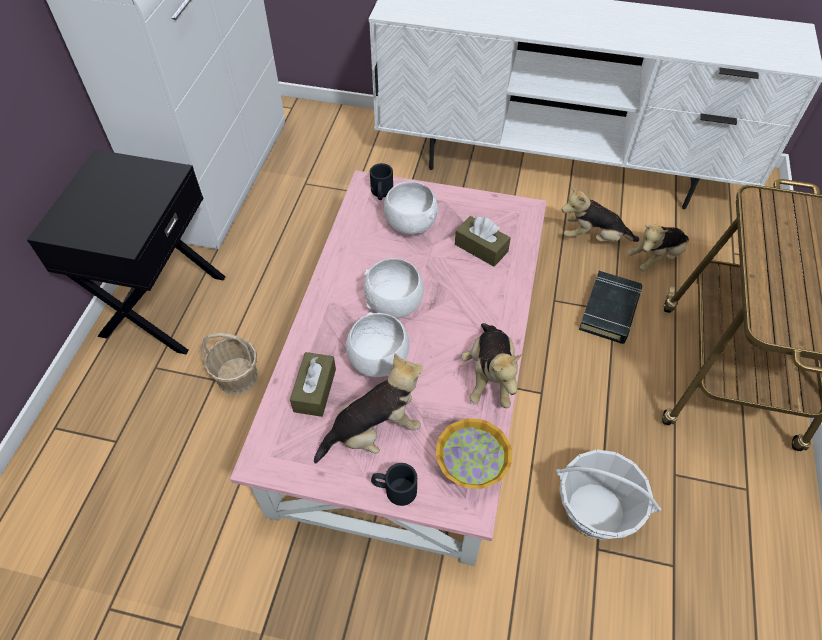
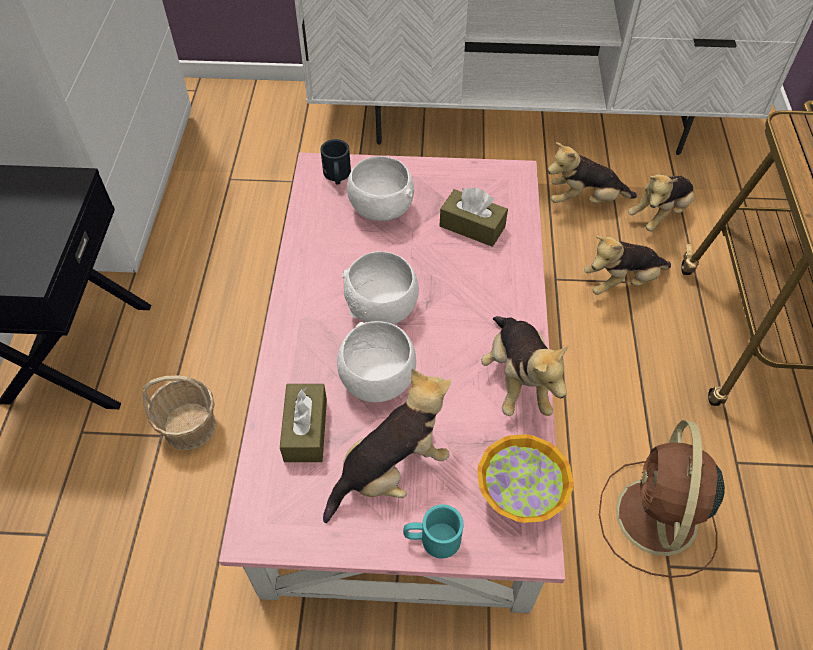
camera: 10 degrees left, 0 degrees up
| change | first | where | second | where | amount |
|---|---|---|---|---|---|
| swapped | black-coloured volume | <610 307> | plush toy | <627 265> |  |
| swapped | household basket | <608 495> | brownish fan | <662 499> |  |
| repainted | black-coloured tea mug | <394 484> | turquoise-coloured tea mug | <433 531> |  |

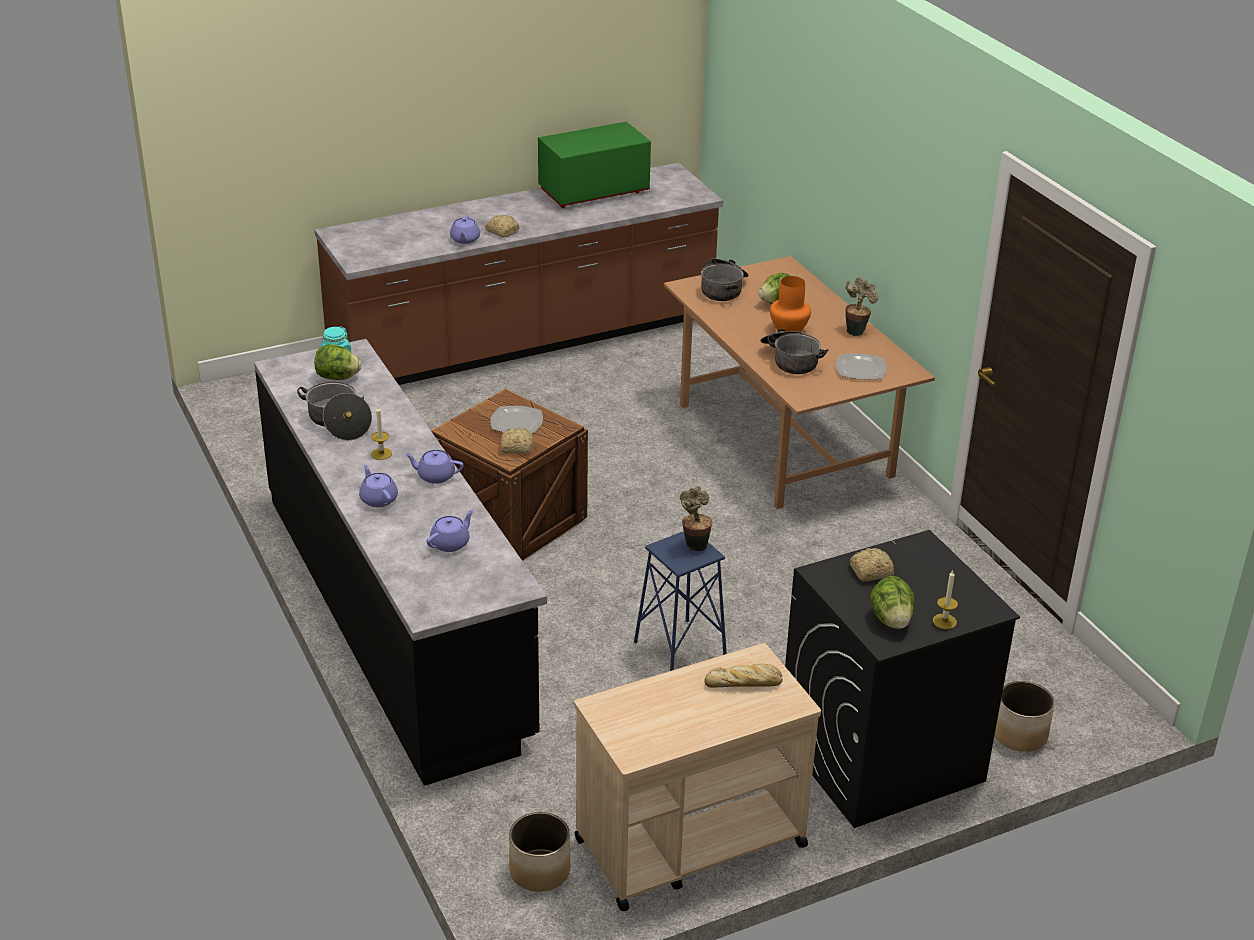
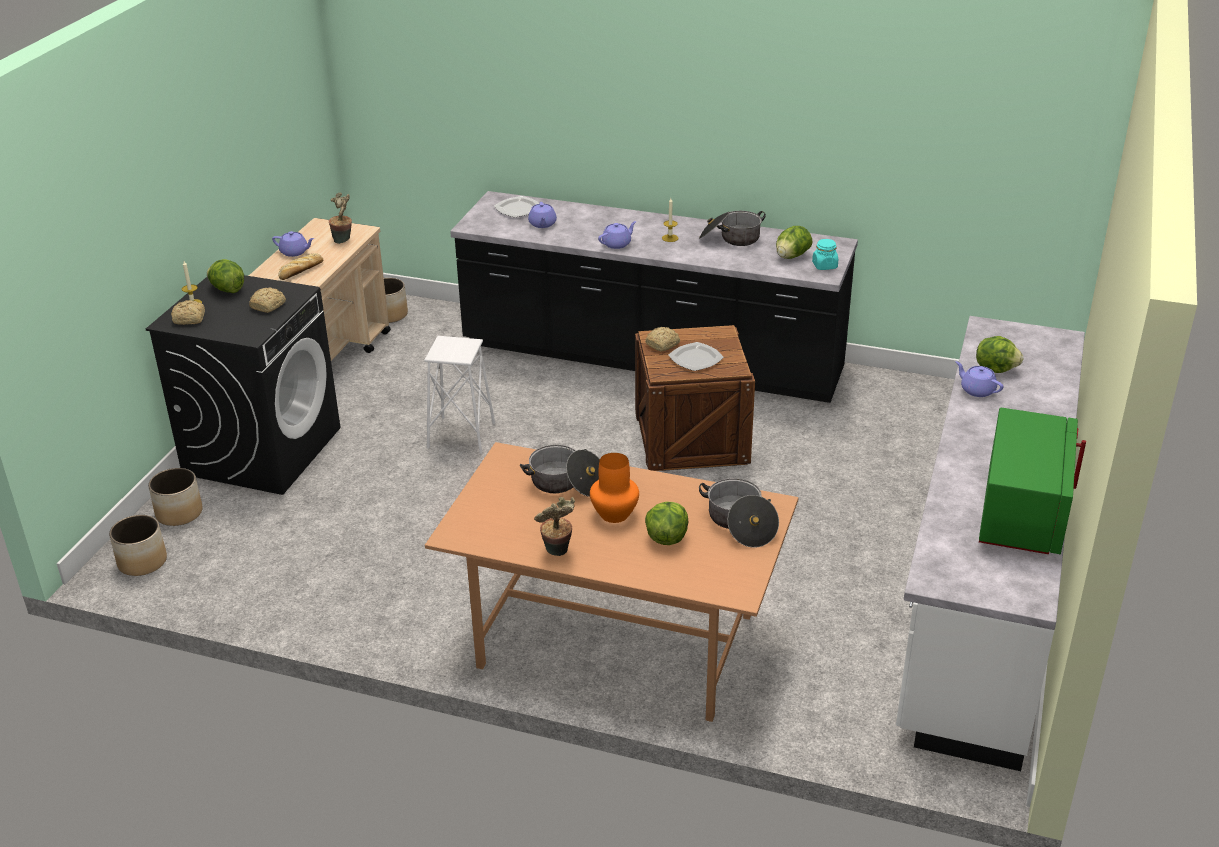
camera: 135 degrees right, 0 degrees up
| change | first | where | second | where | amount |
|---|---|---|---|---|---|
| repainted | brownish counter | <519 274> | white-coloured counter | <990 543> |  |
| shifted | bread | <502 226> |  | <188 312> |  |
| shifted | dinner plate | <861 366> |  | <517 207> |  |
| shifted | purplish teapot | <378 485> |  | <293 244> |  |
| shifted | potted plant | <696 518> |  | <340 218> |  |
| repainted | blue-coloured sitting stool | <680 601> | white-coloured sitting stool | <459 395> |  |
| new |  |  | head of lettuce | <1000 354> |  |
| new |  |  | flower pot | <138 545> |  |

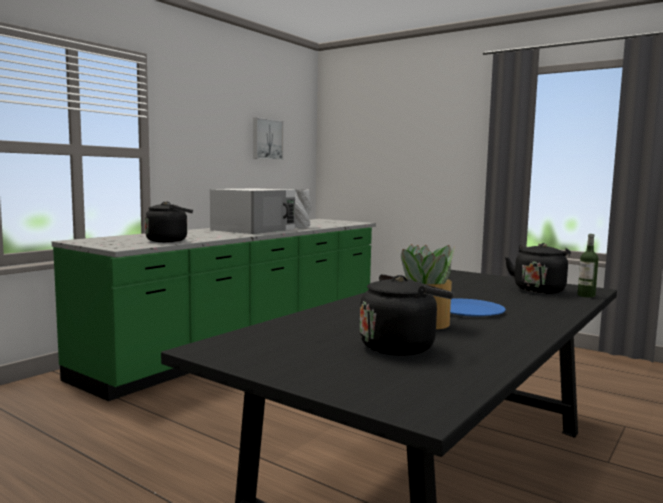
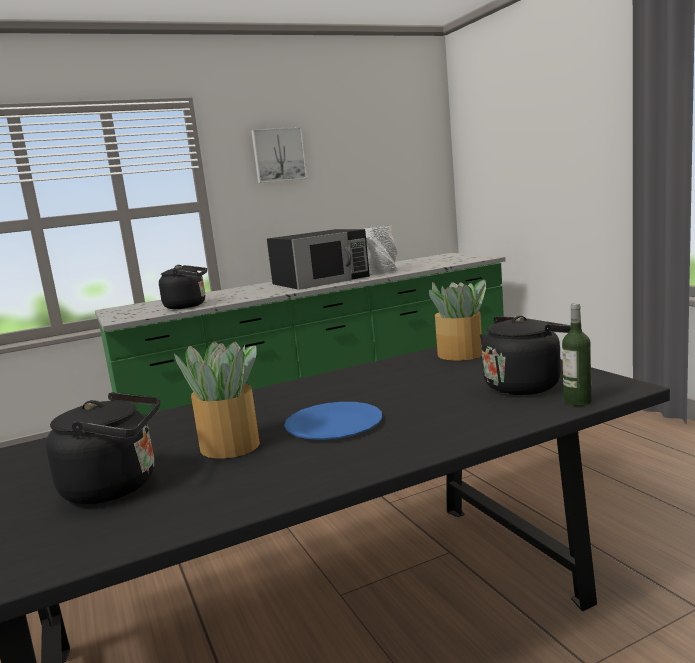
camera: 30 degrees right, 5 degrees up
| change | first | where | second | where | amount |
|---|---|---|---|---|---|
| shifted | wall art | <268 138> |  | <279 155> |  |
| repainted | white-coloured kitchen microwave | <252 211> | black-coloured kitchen microwave | <318 259> |  |
| new |  |  | potted plant | <457 320> |  |

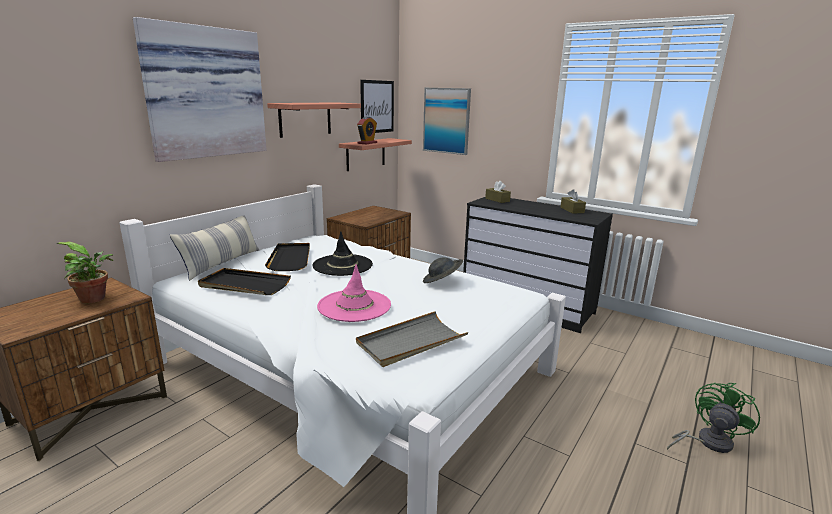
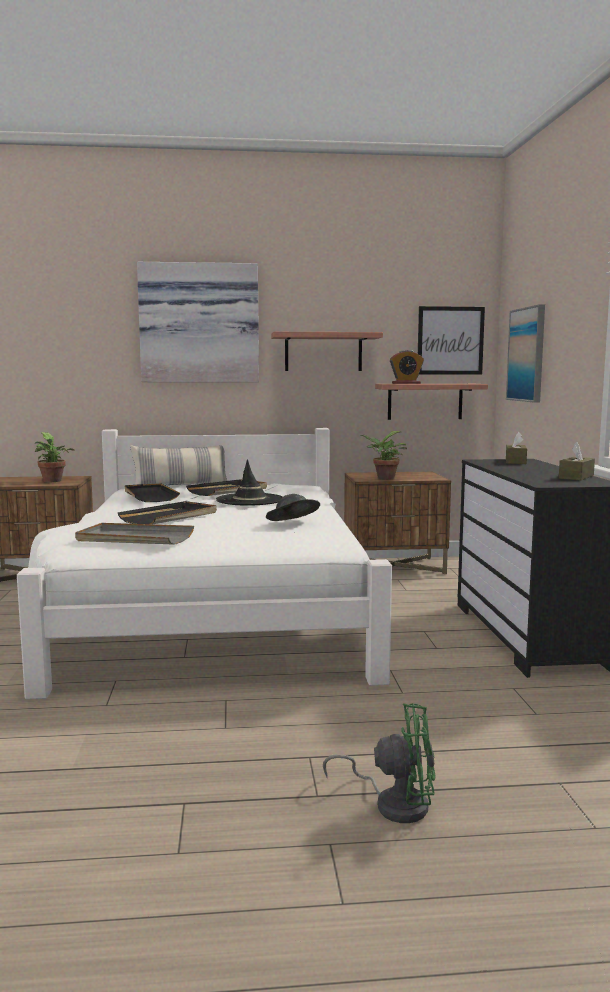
camera: 50 degrees right, 10 degrees down
| change | first | where | second | where | amount |
|---|---|---|---|---|---|
| swapped | pink-coloured hat | <354 293> | black-coloured serving tray | <167 512> |  |
| new |  |  | potted plant | <383 455> |  |

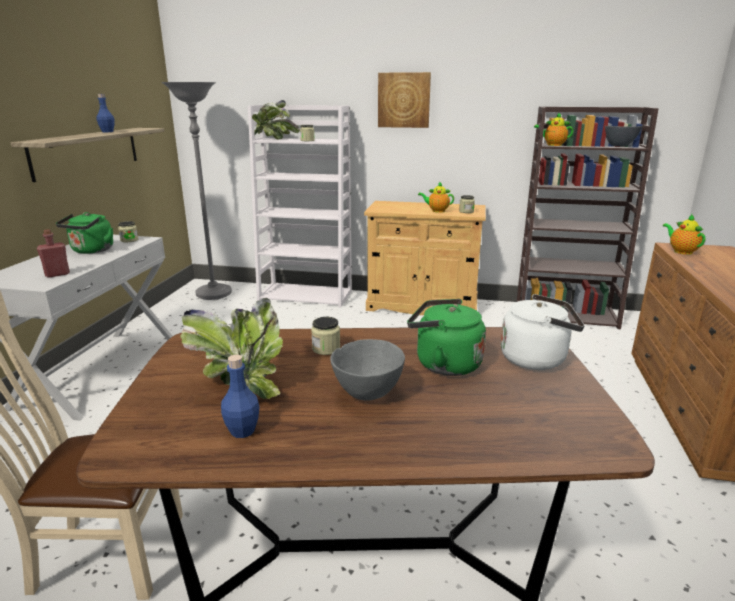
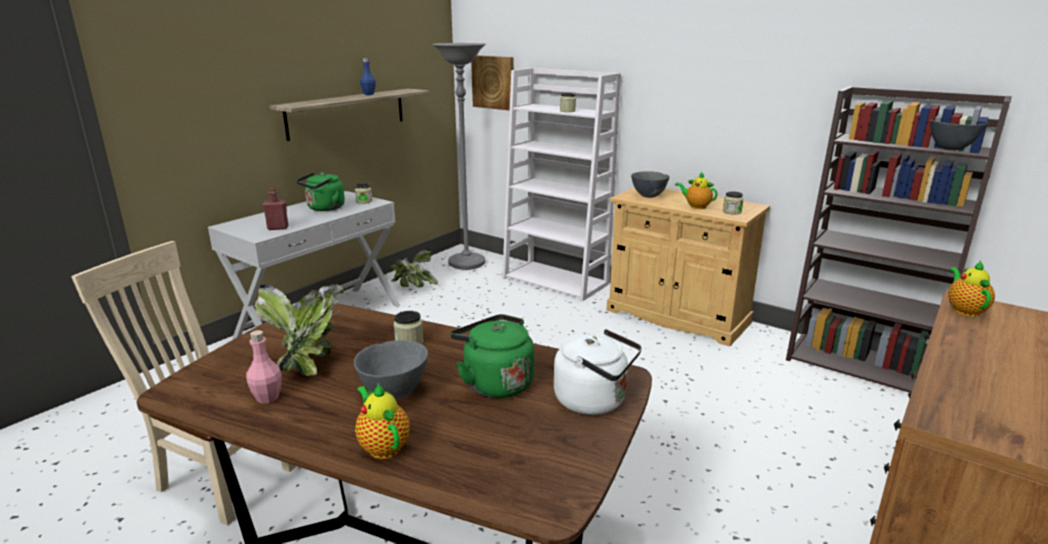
camera: 25 degrees right, 0 degrees up
| change | first | where | second | where | amount |
|---|---|---|---|---|---|
| shifted | wall art | <404 100> |  | <492 83> |  |
| shifted | potted plant | <276 120> |  | <414 268> |  |
| shifted | teapot | <553 129> |  | <382 421> |  |
| repainted | blue-coloured bottle | <240 396> | pink-coloured bottle | <264 367> |  |
| new |  |  | grey deep dish | <650 184> |  |

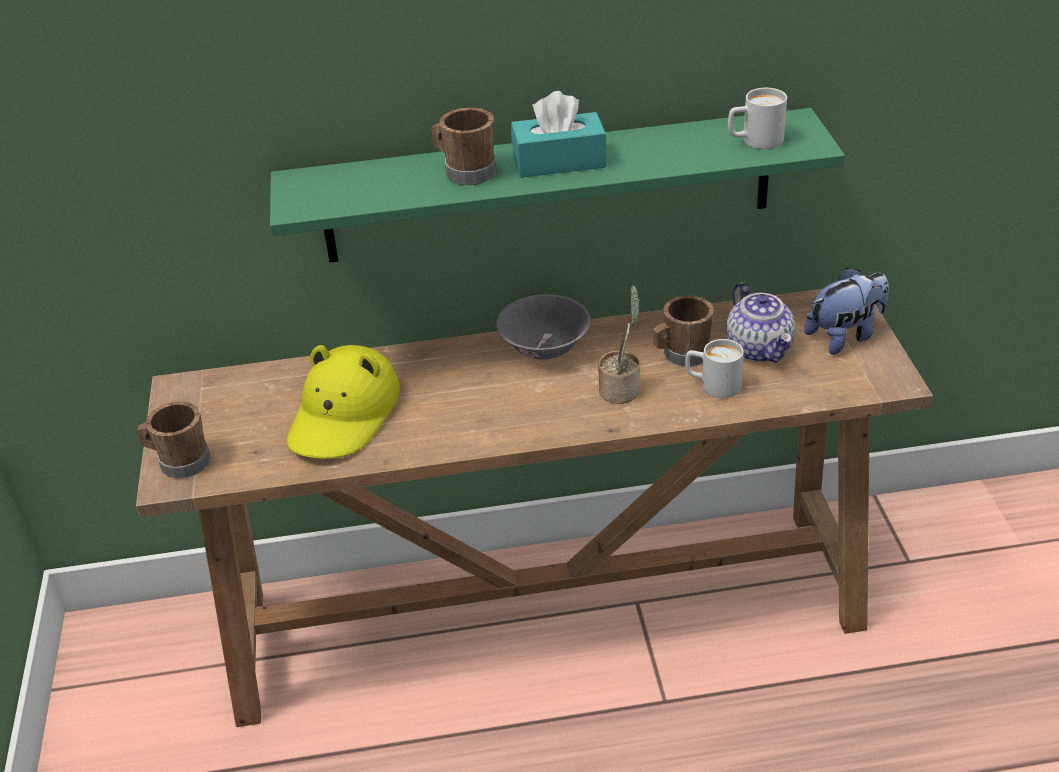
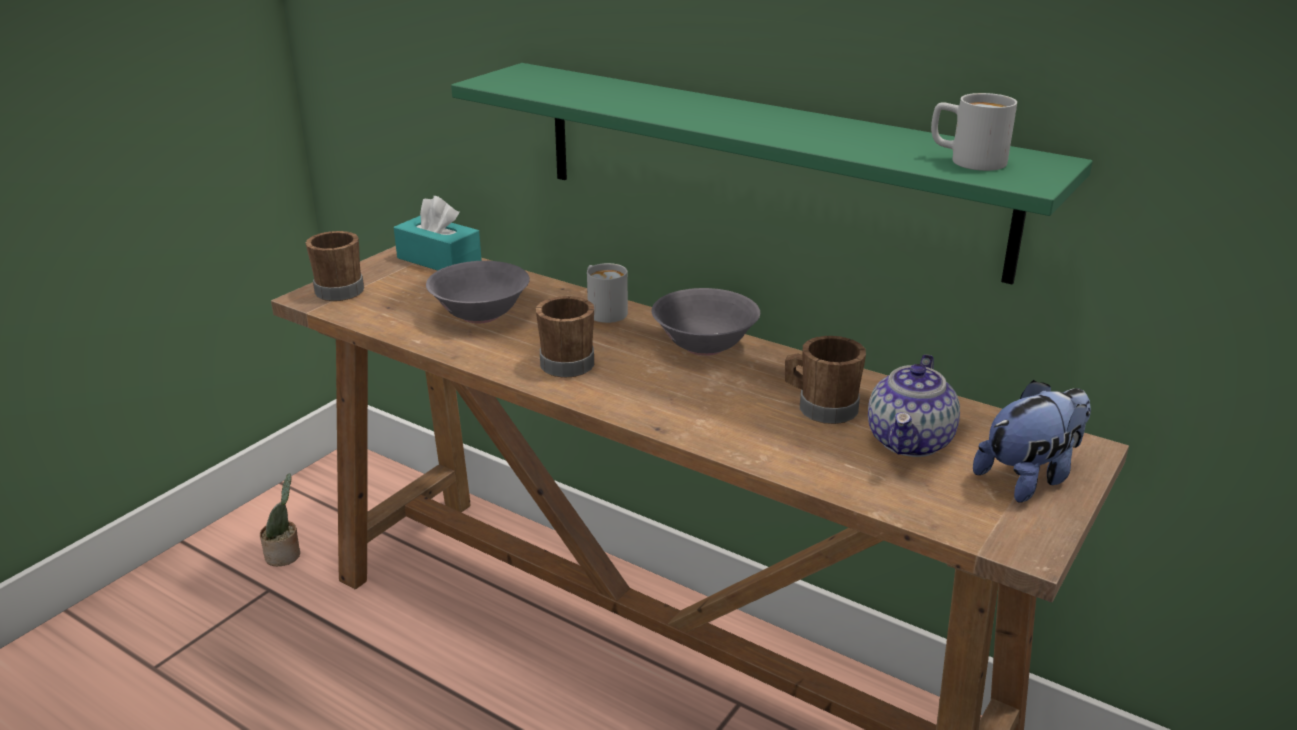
camera: 40 degrees right, 10 degrees down
| change | first | where | second | where | amount |
|---|---|---|---|---|---|
| shifted | turquoise-coloured tissue box | <559 134> |  | <438 233> |  |
| shifted | brownish tea mug | <463 146> |  | <565 337> |  |
| rotated | plush toy | <846 311> |  | <1032 441> | 45 degrees counterclockwise |
| shifted | potted plant | <619 345> |  | <280 519> |  |
| shifted | white-coloured tea mug | <714 368> |  | <607 293> |  |
| swapped | yellow hat | <343 402> | grey deep dish | <478 292> |  |

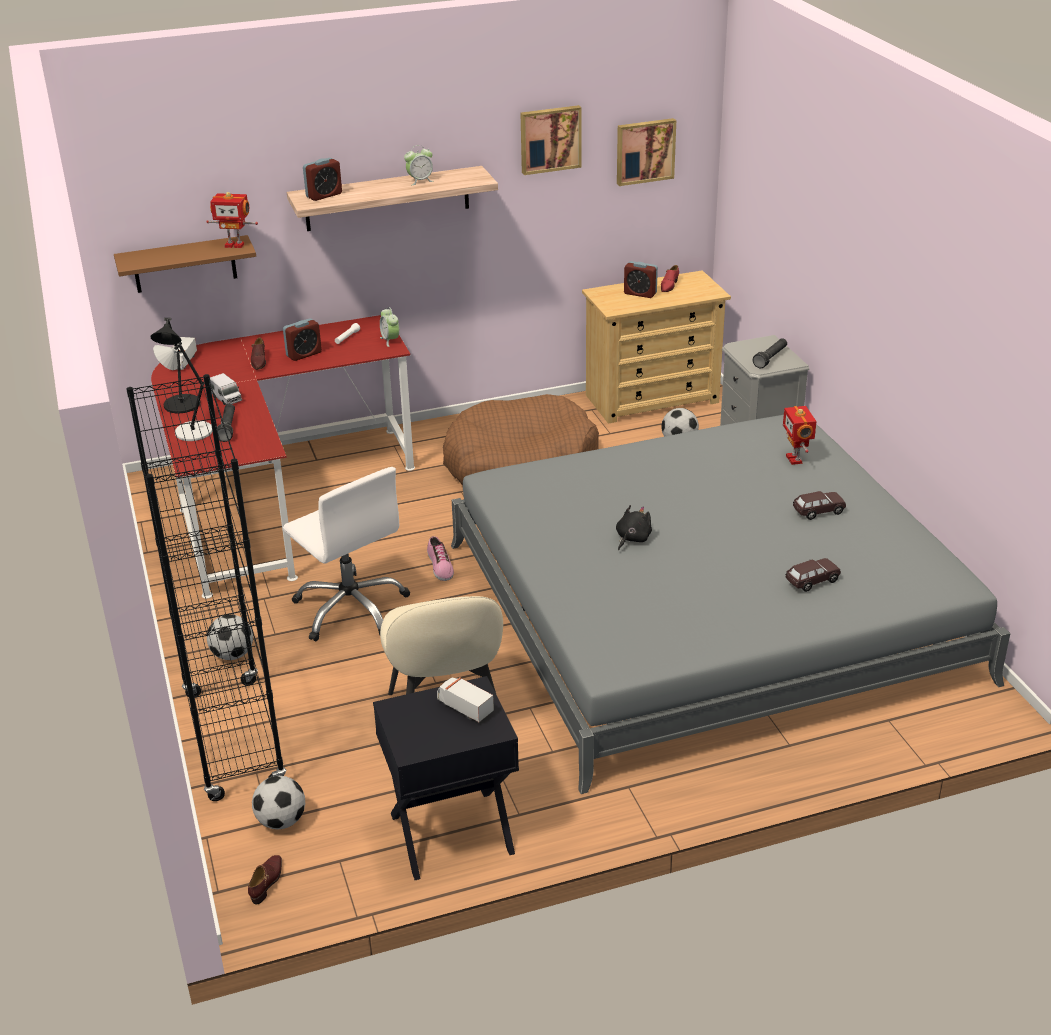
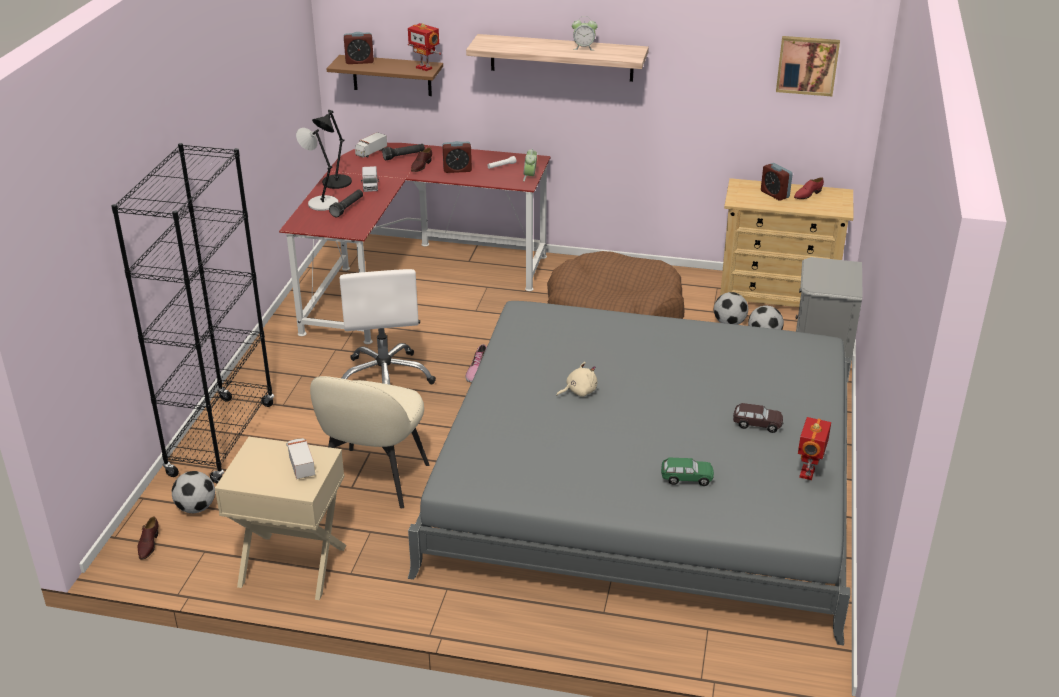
camera: 30 degrees right, 0 degrees up
| change | first | where | second | where | amount |
|---|---|---|---|---|---|
| gone | wall art | <551 140> |  |  |  |
| shifted | alarm clock | <322 179> |  | <359 48> |  |
| shifted | black-coloured flashlight | <770 353> |  | <403 152> |  |
| shifted | model robot | <800 435> |  | <814 448> |  |
| repainted | black-coloured plush toy | <634 527> | beige plush toy | <576 379> |  |
| repainted | brownish toy car | <813 575> | greenish toy car | <687 472> |  |
| shifted | football | <230 637> |  | <731 308> |  |
| repainted | black-coloured night table | <446 778> | beige night table | <281 518> |  |
| rotated | brownish shoe | <265 880> |  | <148 538> | 135 degrees clockwise |

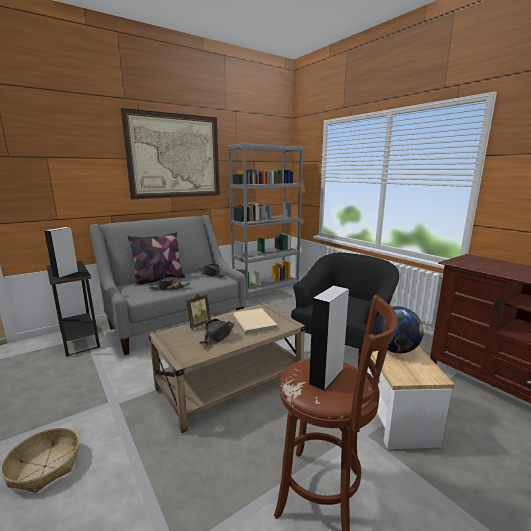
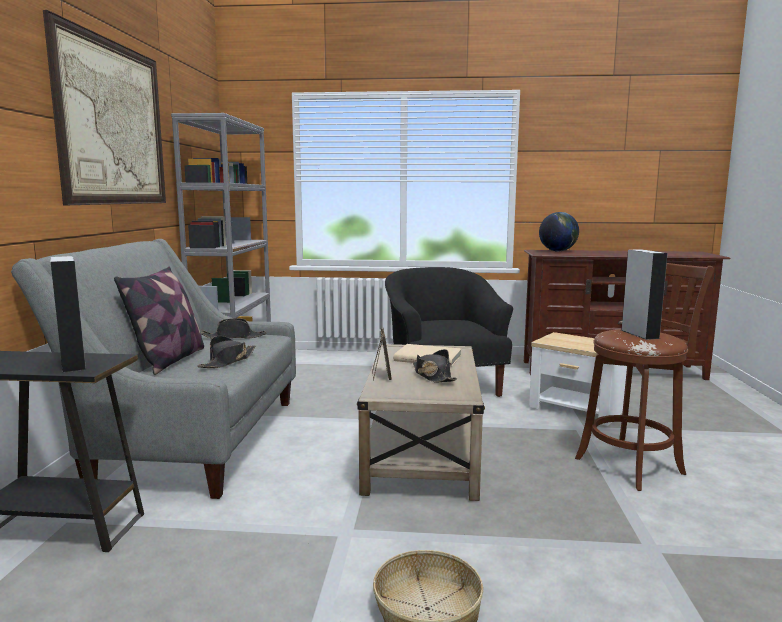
camera: 50 degrees left, 5 degrees down
| change | first | where | second | where | amount |
|---|---|---|---|---|---|
| shifted | globe | <399 329> |  | <559 232> |  |

